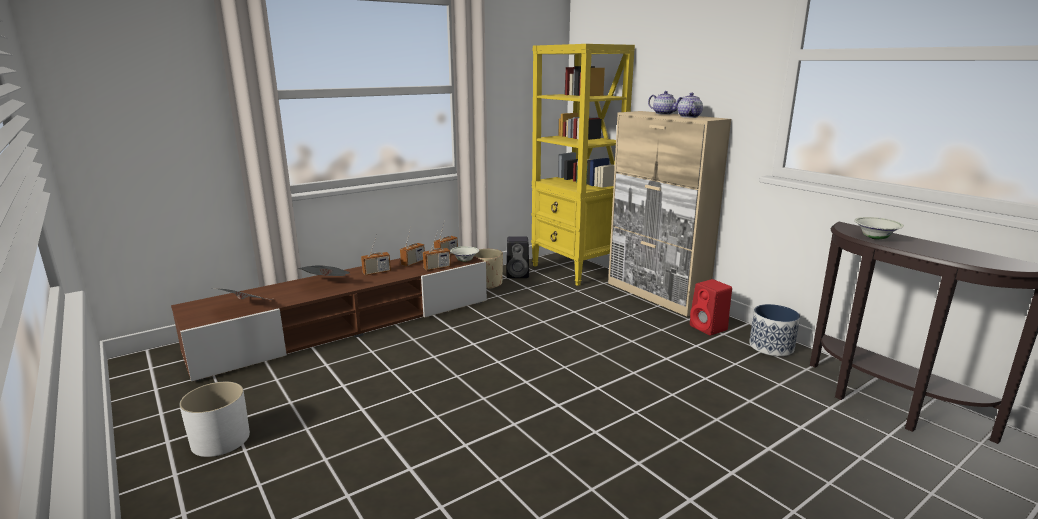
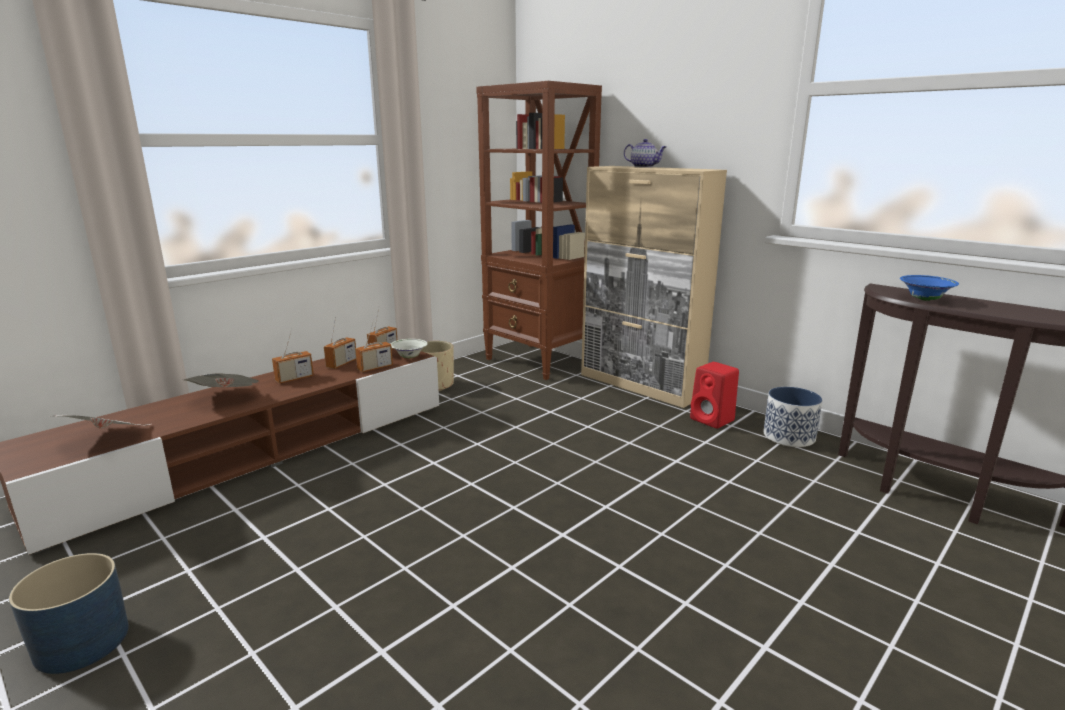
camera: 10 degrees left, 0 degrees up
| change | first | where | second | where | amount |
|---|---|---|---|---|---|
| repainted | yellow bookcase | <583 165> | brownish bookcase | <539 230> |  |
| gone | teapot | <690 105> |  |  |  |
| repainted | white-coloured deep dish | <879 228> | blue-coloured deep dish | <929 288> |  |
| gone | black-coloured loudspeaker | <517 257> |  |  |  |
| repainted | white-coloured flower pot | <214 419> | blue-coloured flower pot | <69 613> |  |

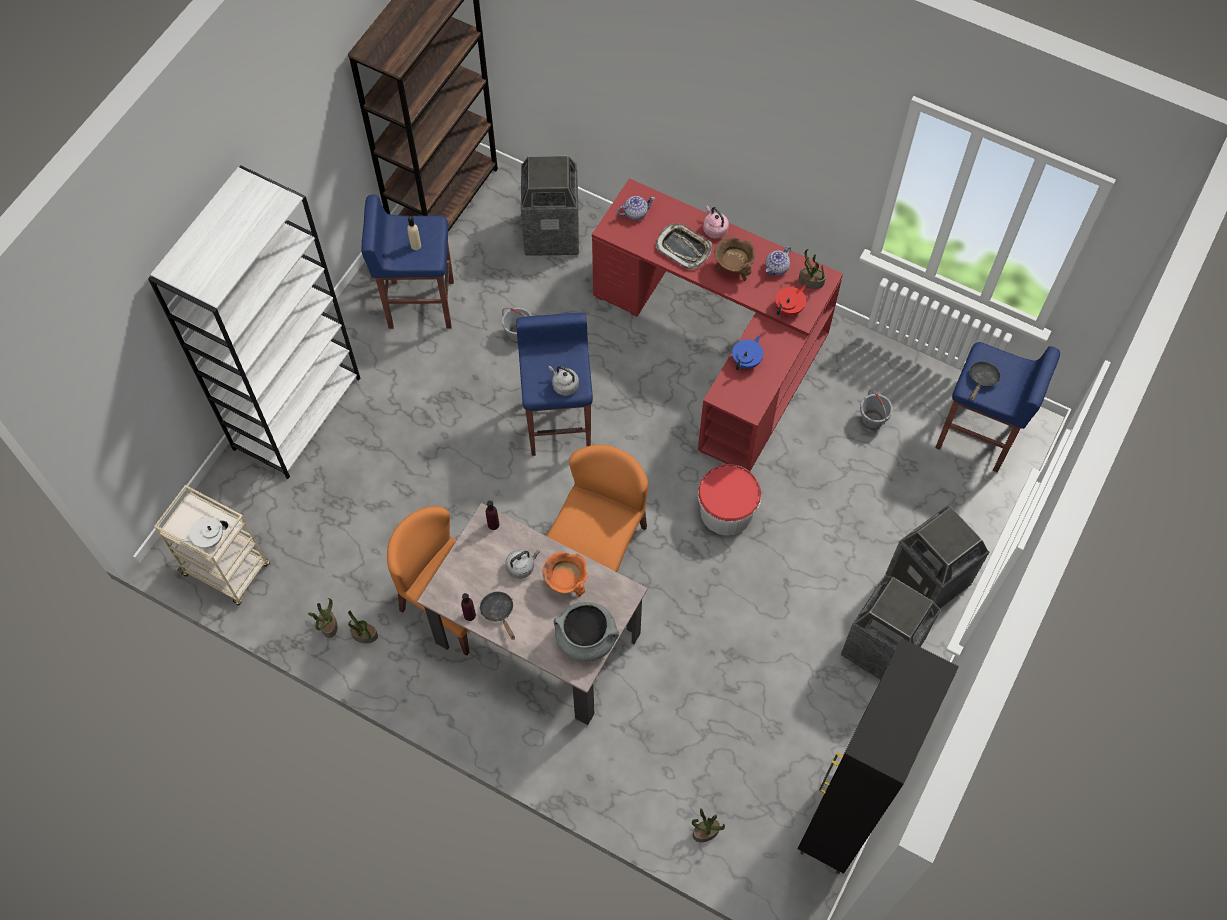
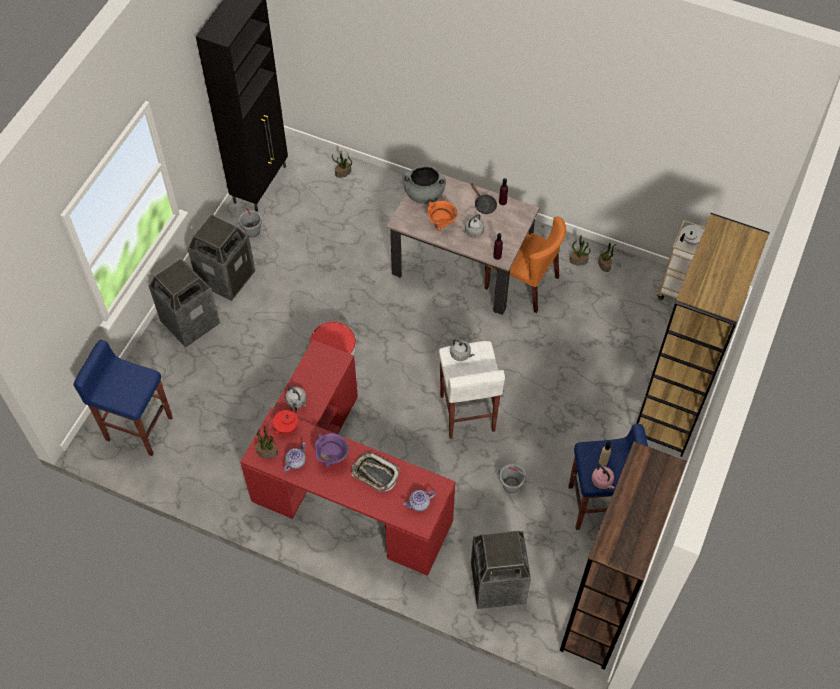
camera: 175 degrees right, 5 degrees down
| change | first | where | second | where | amount |
|---|---|---|---|---|---|
| repainted | white-coloured bookcase | <254 322> | brownish bookcase | <703 335> |  |
| shifted | pink-coloured kettle | <716 222> |  | <603 477> |  |
| repainted | brownish saucepot | <735 259> | purplish saucepot | <332 450> |  |
| repainted | blue-coloured sitting stool | <554 384> | white-coloured sitting stool | <472 390> |  |
| gone | blue-coloured teapot | <747 352> |  |  |  |
| gone | black-coloured pan | <985 381> |  |  |  |
| shifted | grey water bucket | <876 409> |  | <250 222> |  |
| gone | orange-coloured chair | <597 508> |  |  |  |
| new |  |  | grey kettle | <295 397> |  |

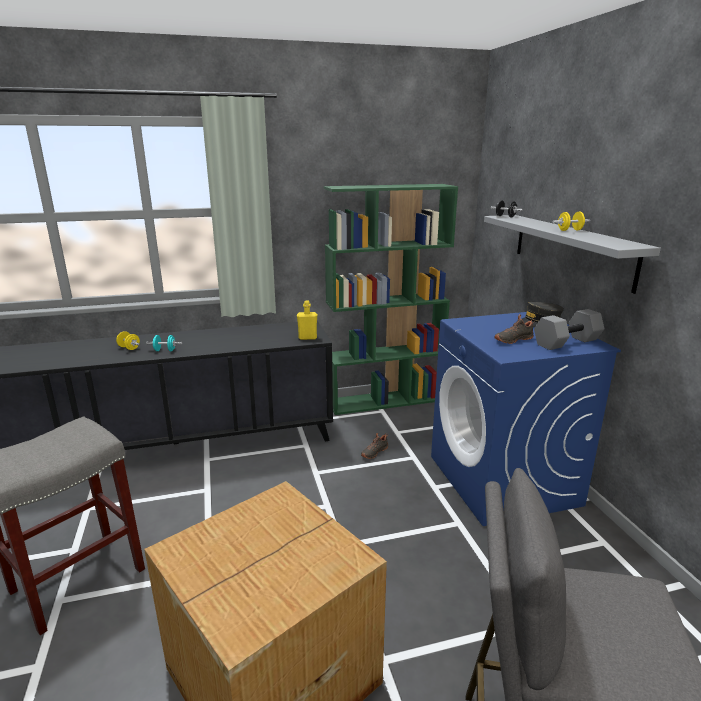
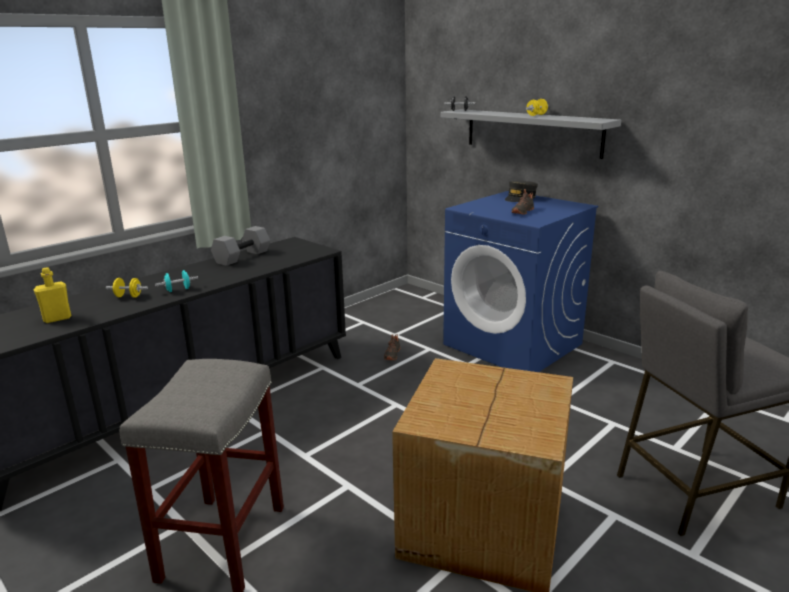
camera: 30 degrees left, 0 degrees up
| change | first | where | second | where | amount |
|---|---|---|---|---|---|
| gone | greenish bookcase | <391 299> |  |  |  |
| shifted | yellow bottle | <307 320> |  | <52 295> |  |
| shifted | grey hand weight | <569 329> |  | <240 246> |  |

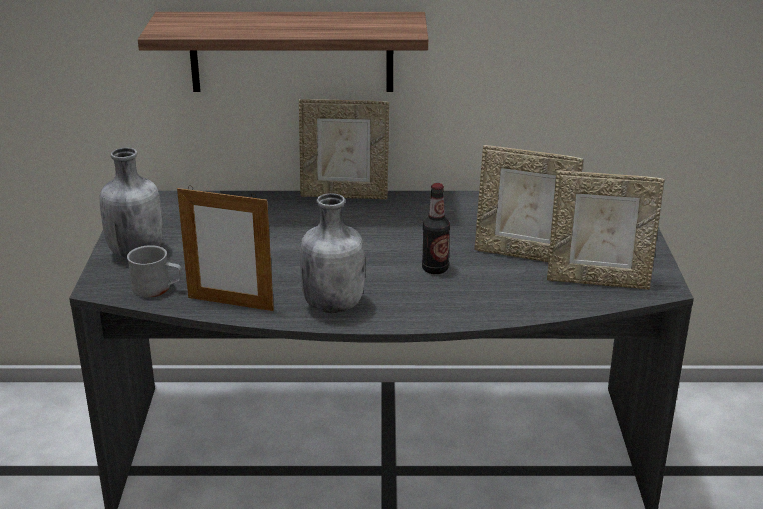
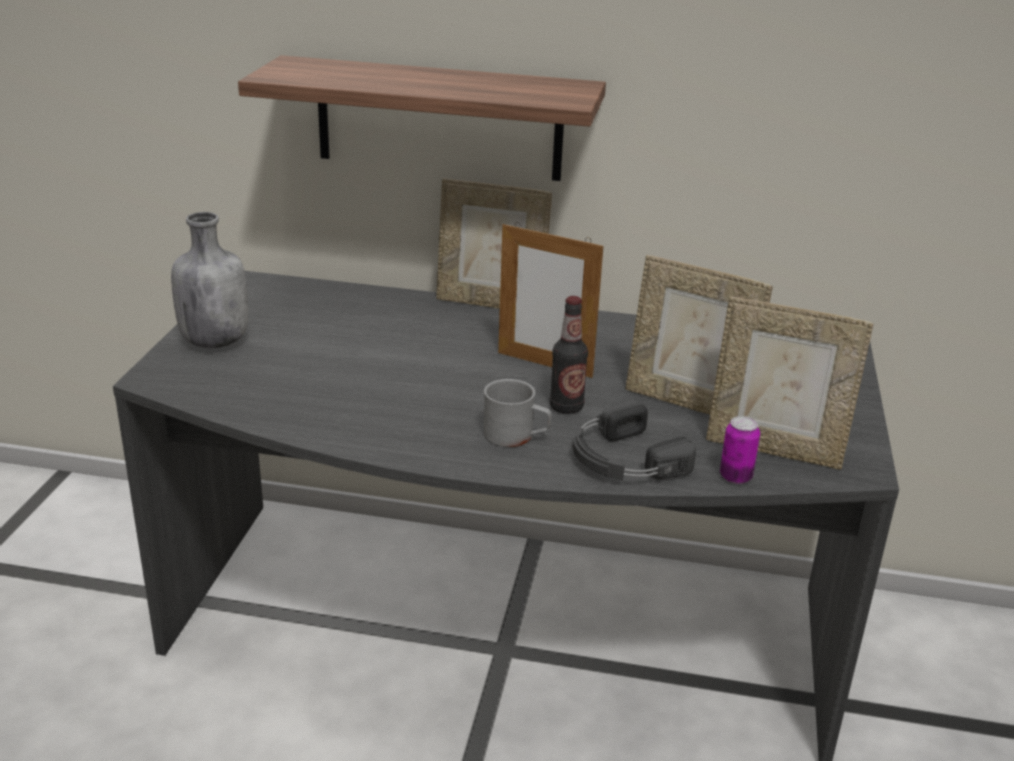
camera: 10 degrees right, 0 degrees up
| change | first | where | second | where | amount |
|---|---|---|---|---|---|
| shifted | photo frame | <225 248> |  | <550 300> |  |
| gone | grey bottle | <332 253> |  |  |  |
| shifted | grey tea mug | <154 271> |  | <517 413> |  |
| new |  |  | black-coloured headset | <634 440> |  |
| new |  |  | sealed can | <740 450> |  |

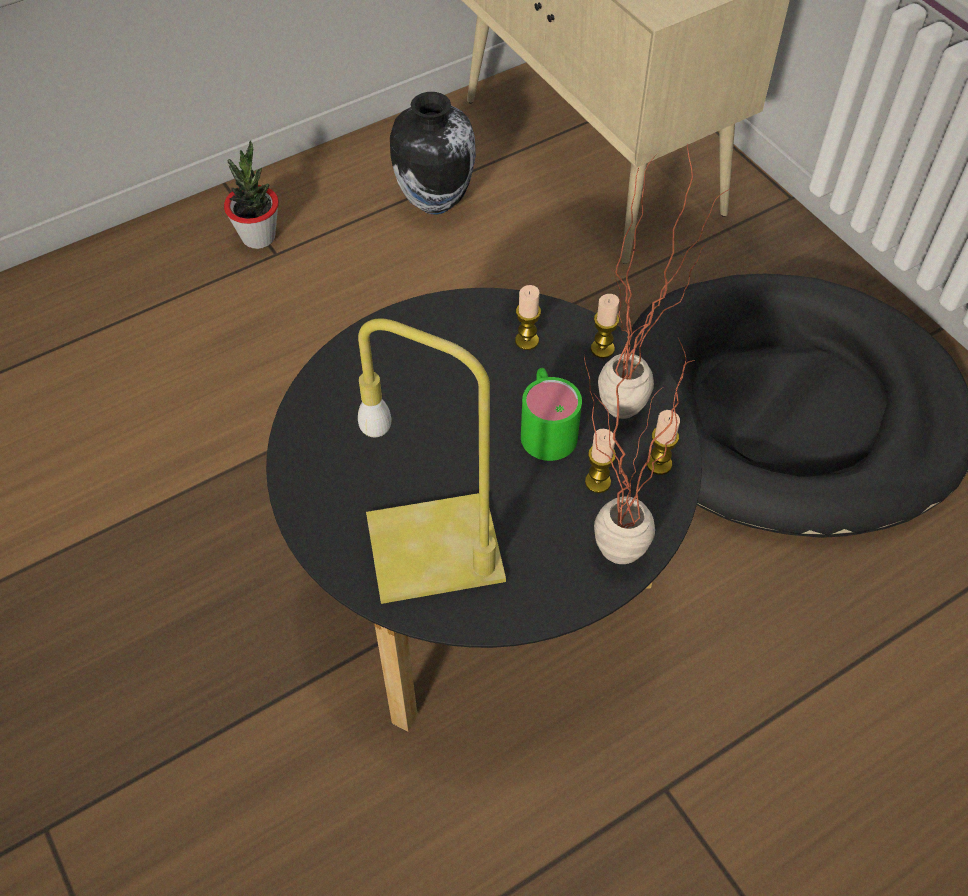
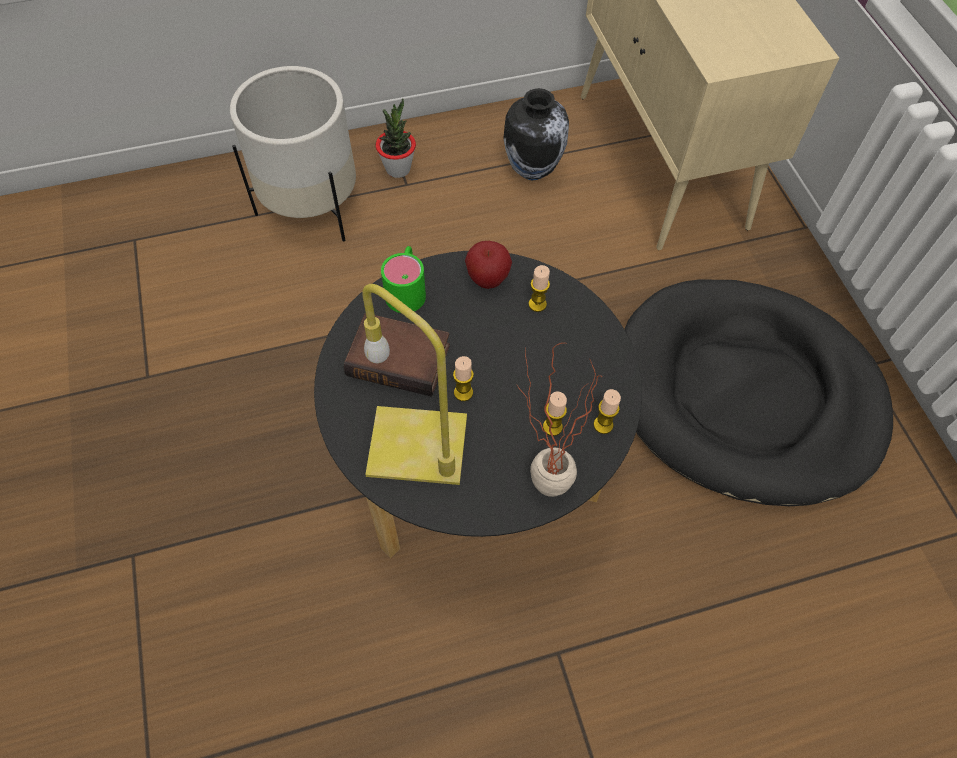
camera: 15 degrees right, 5 degrees up
| change | first | where | second | where | amount |
|---|---|---|---|---|---|
| gone | potted plant | <664 282> |  |  |  |
| shifted | candle | <605 326> |  | <463 378> |  |
| shifted | greenish tea mug | <551 414> |  | <403 279> |  |
| new |  |  | white-coloured flower pot | <293 154> |  |
| new |  |  | apple fruit | <488 265> |  |
| new |  |  | volume | <397 355> |  |

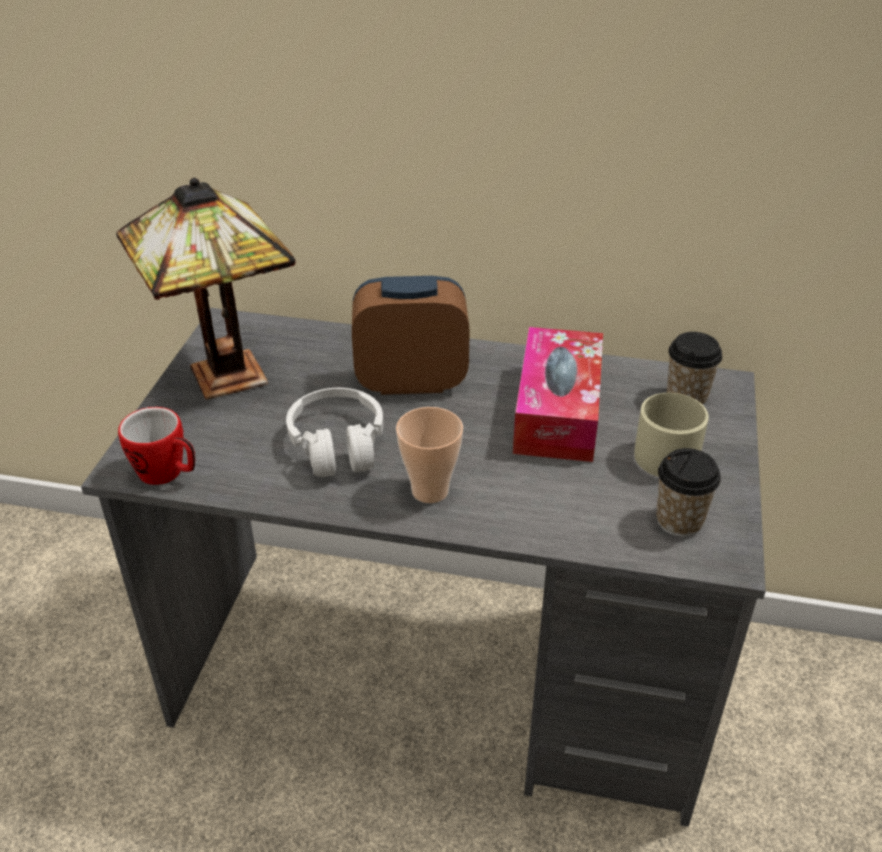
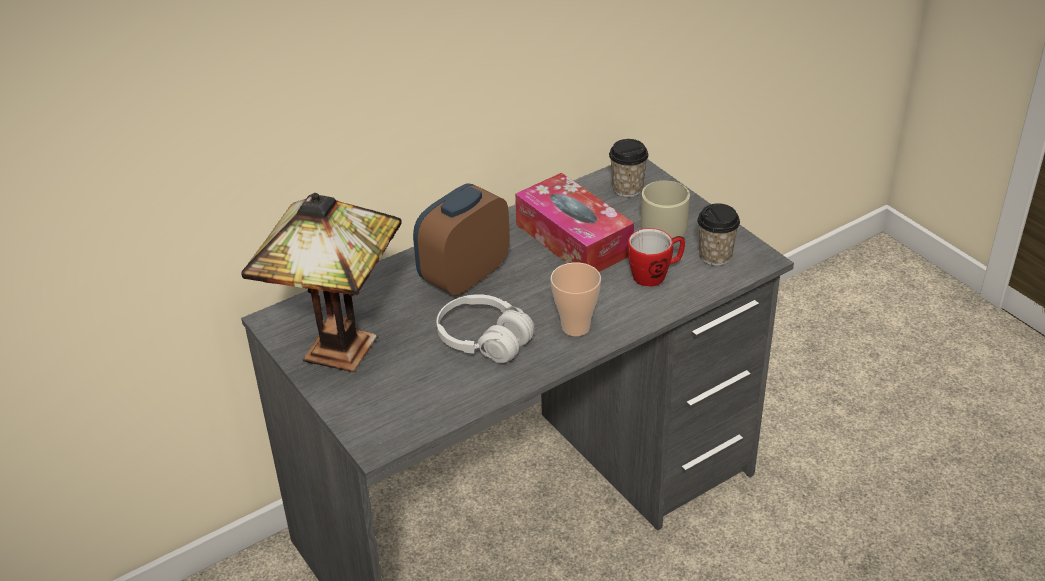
camera: 45 degrees left, 0 degrees up
| change | first | where | second | where | amount |
|---|---|---|---|---|---|
| shifted | tea mug | <156 446> |  | <656 257> |  |

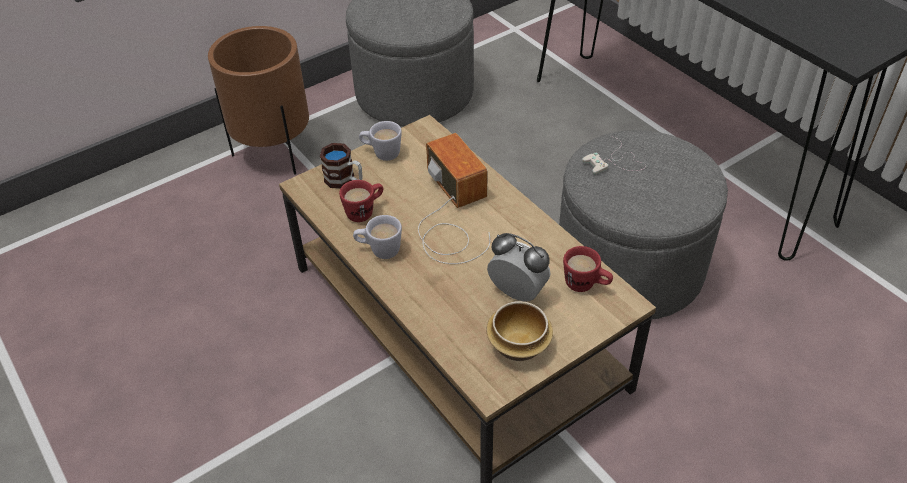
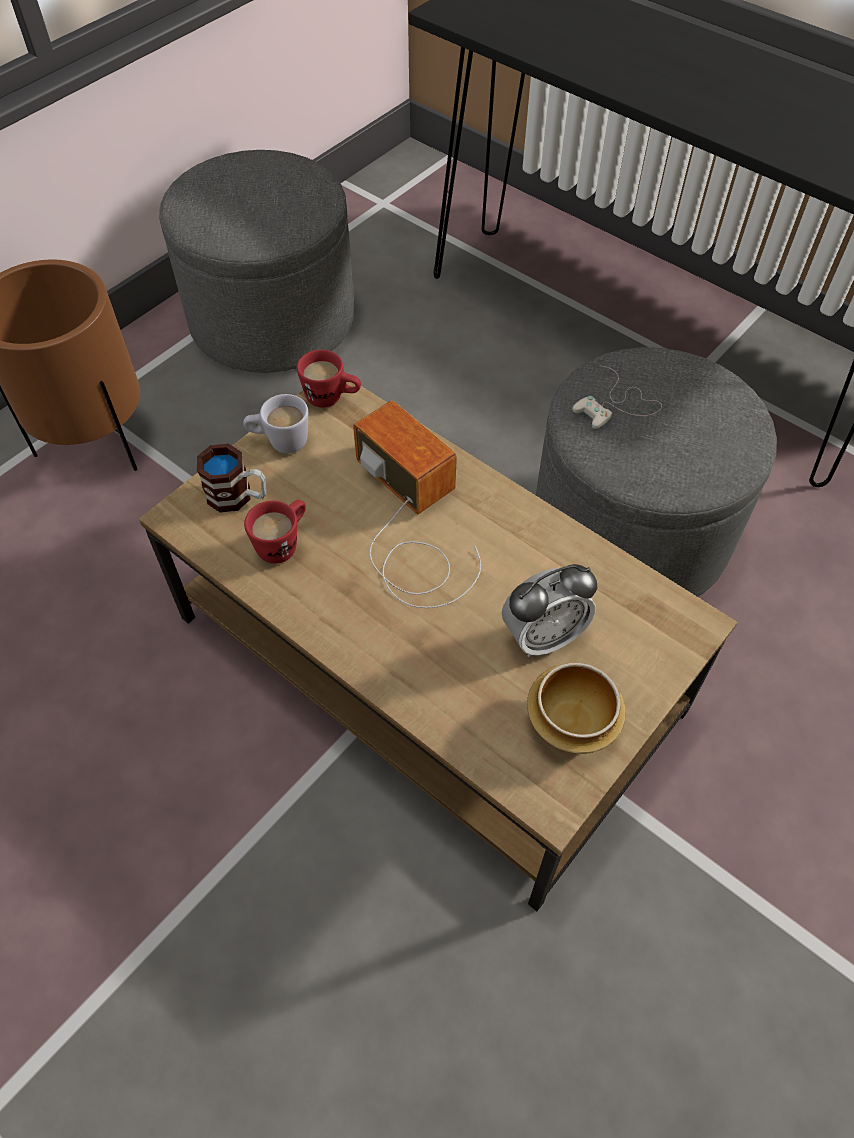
camera: 15 degrees left, 10 degrees up
| change | first | where | second | where | amount |
|---|---|---|---|---|---|
| gone | white-coloured tea mug | <377 237> |  |  |  |
| rotated | alarm clock | <519 267> |  | <549 610> | 135 degrees clockwise |
| shifted | reddish tea mug | <588 269> |  | <329 379> |  |

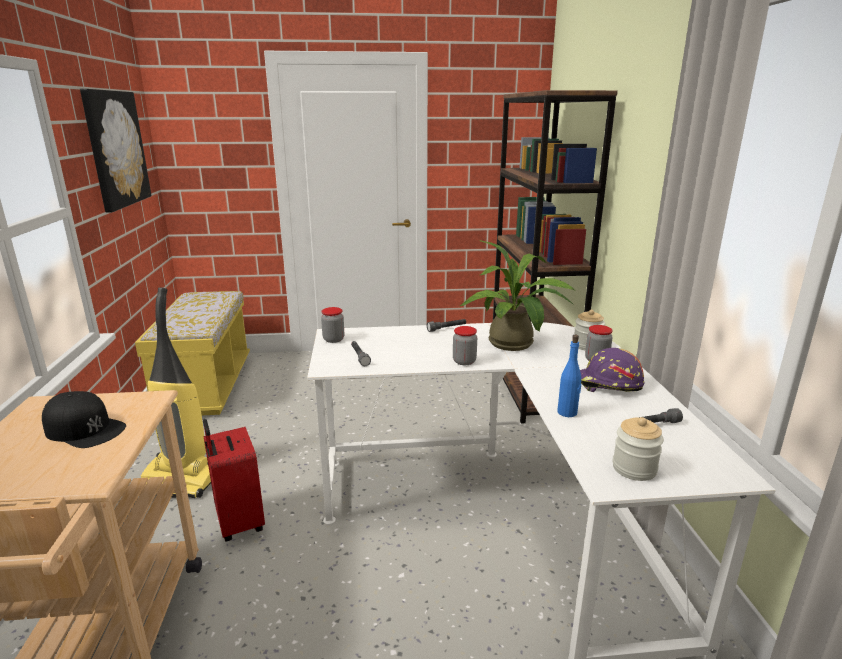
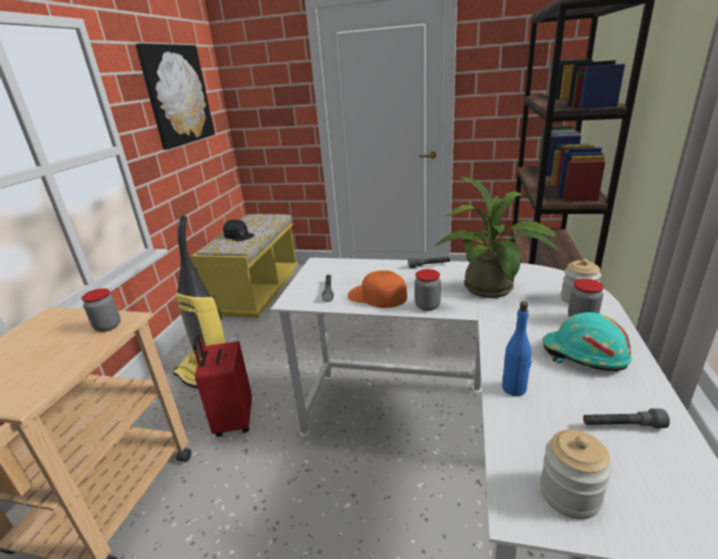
camera: 20 degrees right, 5 degrees up
| change | first | where | second | where | amount |
|---|---|---|---|---|---|
| shifted | jar | <332 325> |  | <101 310> |  |
| repainted | purplish hard hat | <612 370> | turquoise-coloured hard hat | <587 341> |  |
| shifted | black-coloured cap | <84 419> |  | <238 230> |  |
| new |  |  | orange-coloured cap | <377 289> |  |

